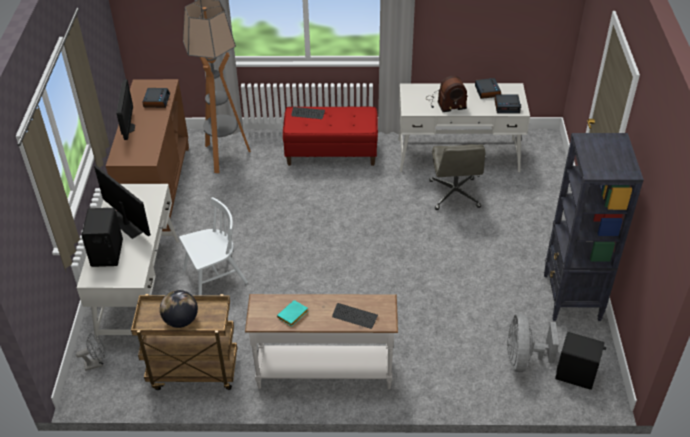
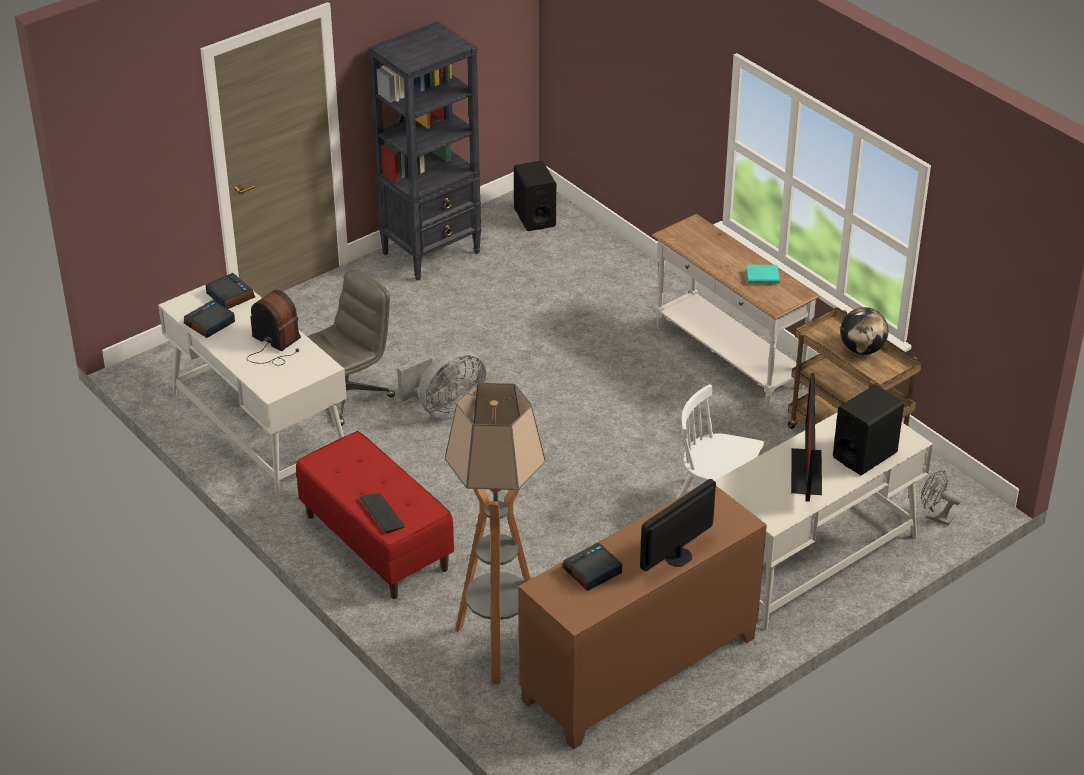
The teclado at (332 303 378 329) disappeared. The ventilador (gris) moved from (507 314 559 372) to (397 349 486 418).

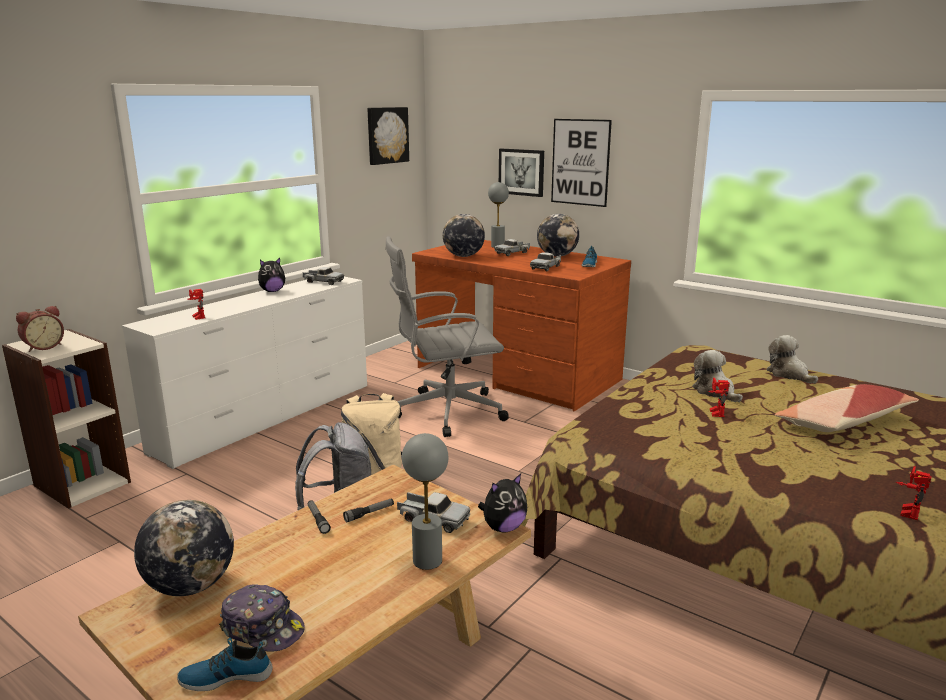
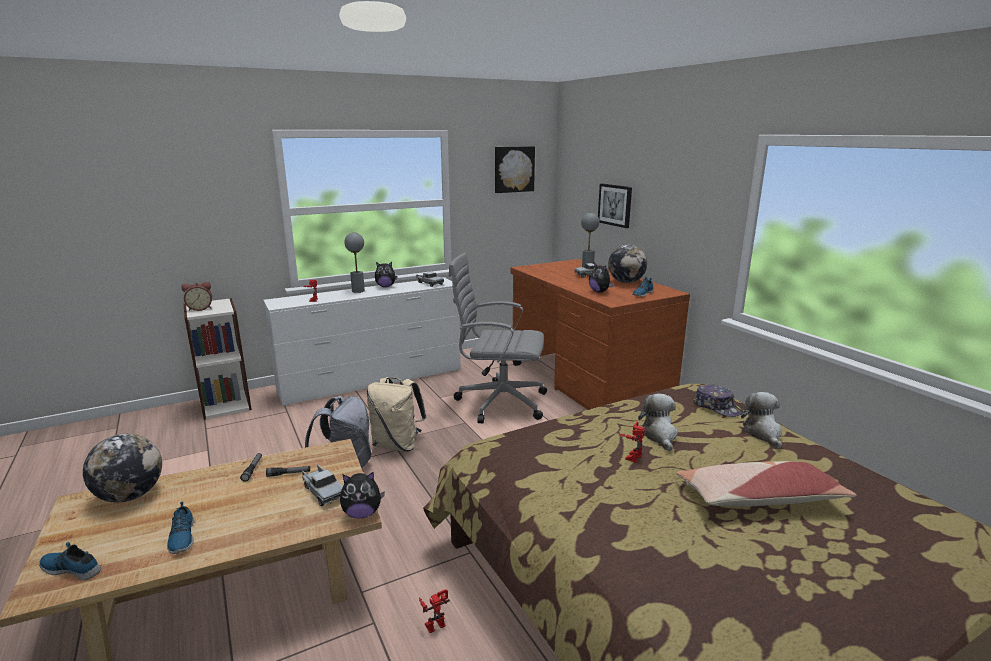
The gorra moved from (219 584 305 651) to (693 384 743 417). The lámpara de mesa (gris) moved from (402 433 449 570) to (344 233 365 293). The globo terráqueo at (443 214 485 257) disappeared. The camión de juguete at (530 252 561 271) was replaced by the peluche at (589 262 614 293). The cuadro at (551 119 612 207) disappeared. The robot de juguete moved from (896 466 932 520) to (419 589 450 633). The zapato at (167 501 195 554) appeared.

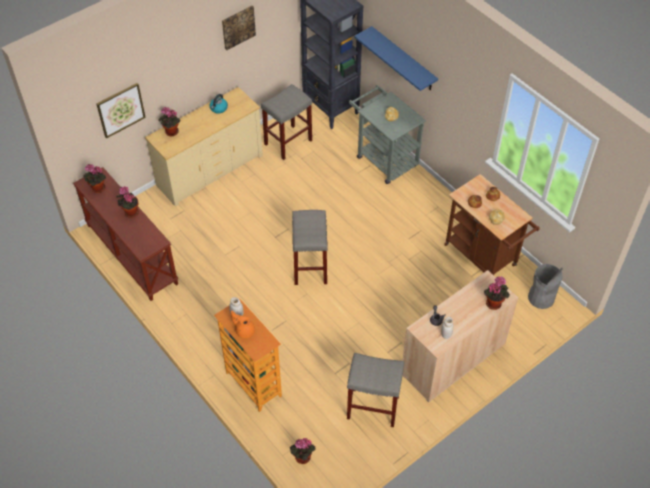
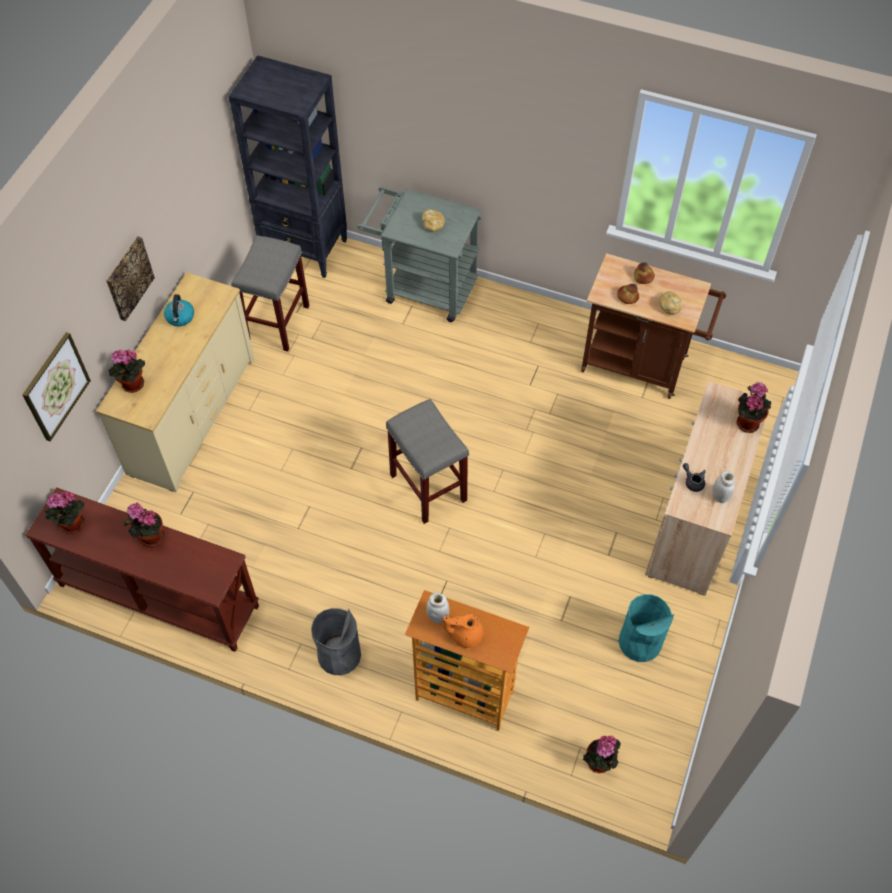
The cuadro moved from (222 5 256 50) to (106 236 155 321). The taburete (gris) at (347 353 404 427) was replaced by the papelera (turquesa) at (619 594 674 662). The estante (azul) at (354 26 438 91) disappeared. The papelera (gris) moved from (528 264 563 309) to (311 608 361 675).

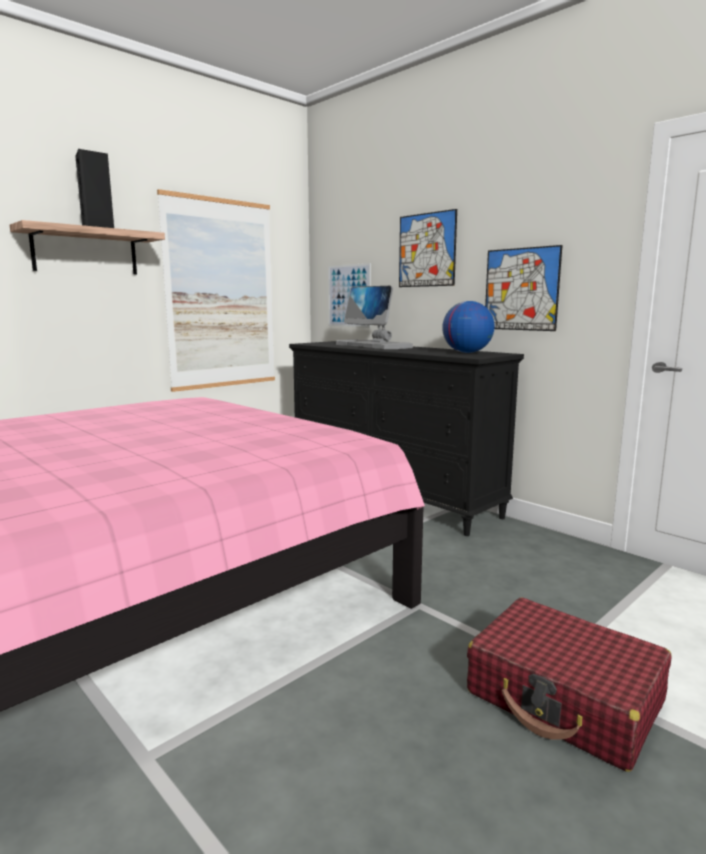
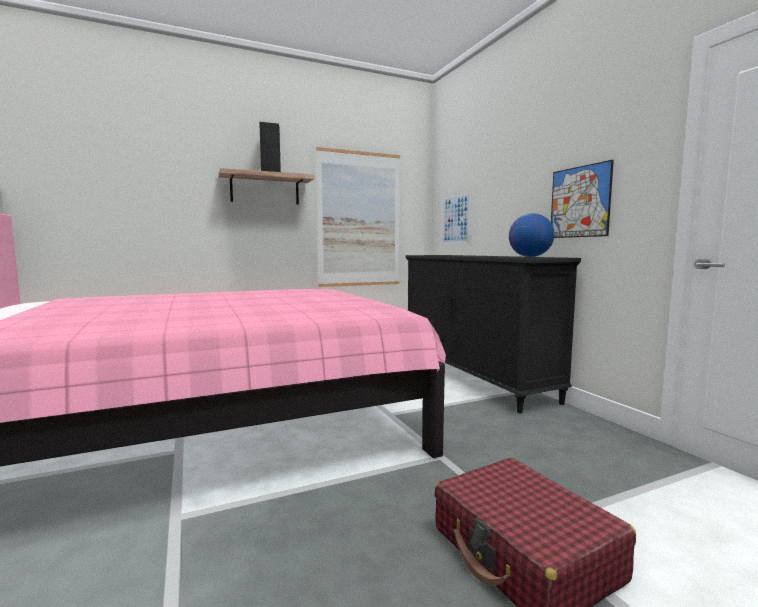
The monitor at (336 286 413 349) disappeared. The cuadro at (399 209 457 287) disappeared.

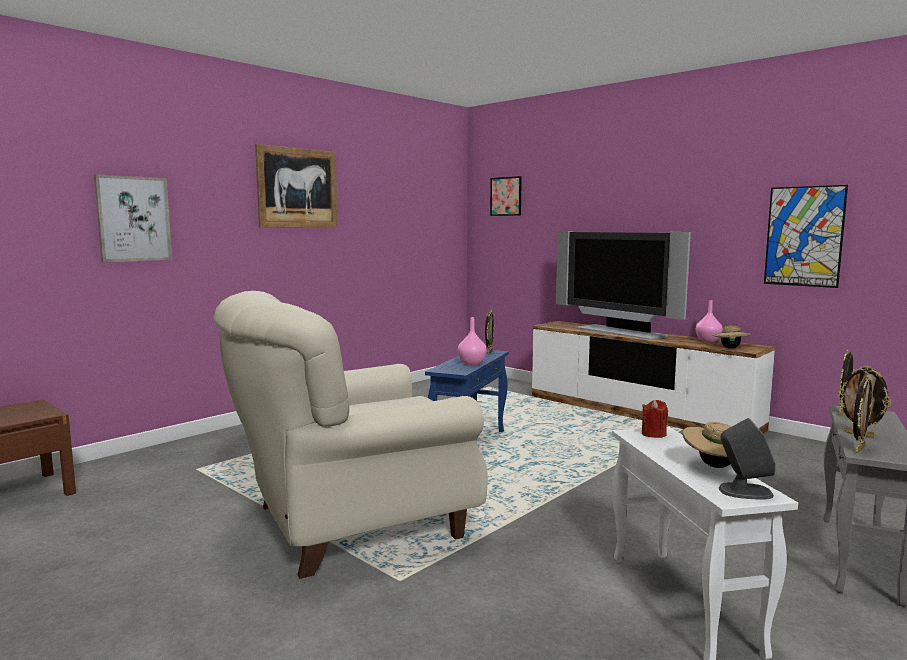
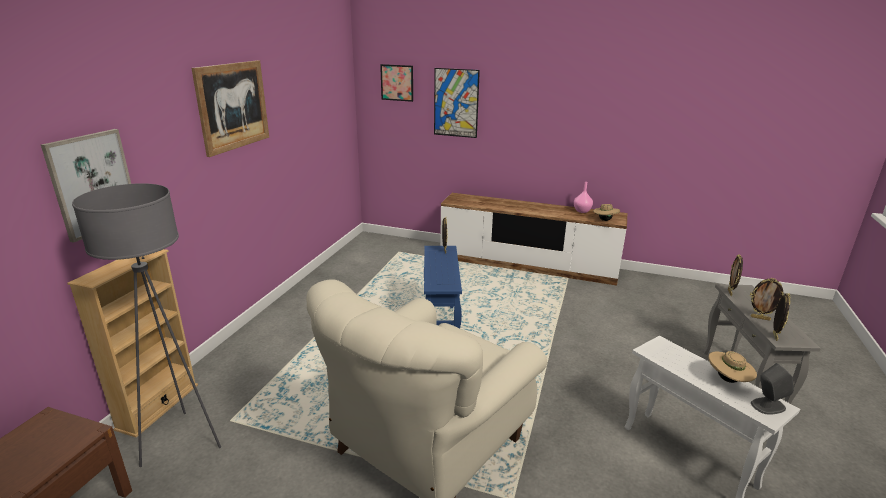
The florero (rosa) at (458 317 487 365) disappeared. The televisor at (556 231 691 340) disappeared. The vela (rojo) at (642 400 668 438) disappeared. The cuadro moved from (764 185 848 288) to (434 68 480 138). The estantería (beis) at (67 249 198 437) appeared. The lámpara de pie (gris) at (72 183 221 467) appeared.

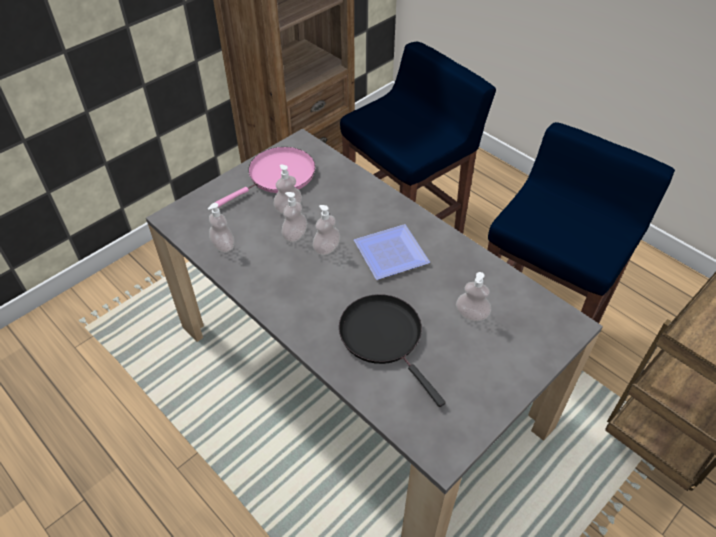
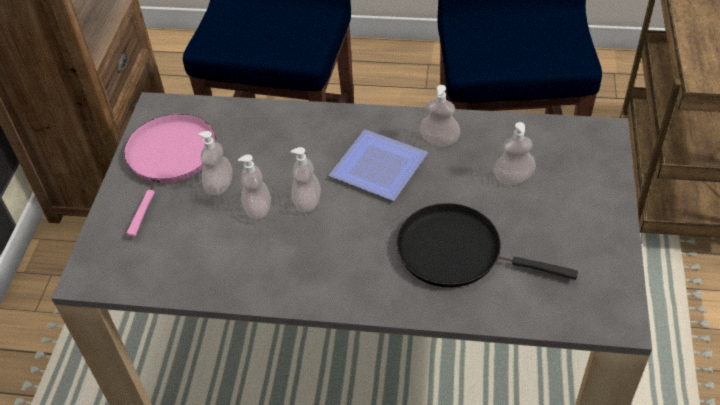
The dispensador de jabón moved from (208 203 235 253) to (420 85 460 147).

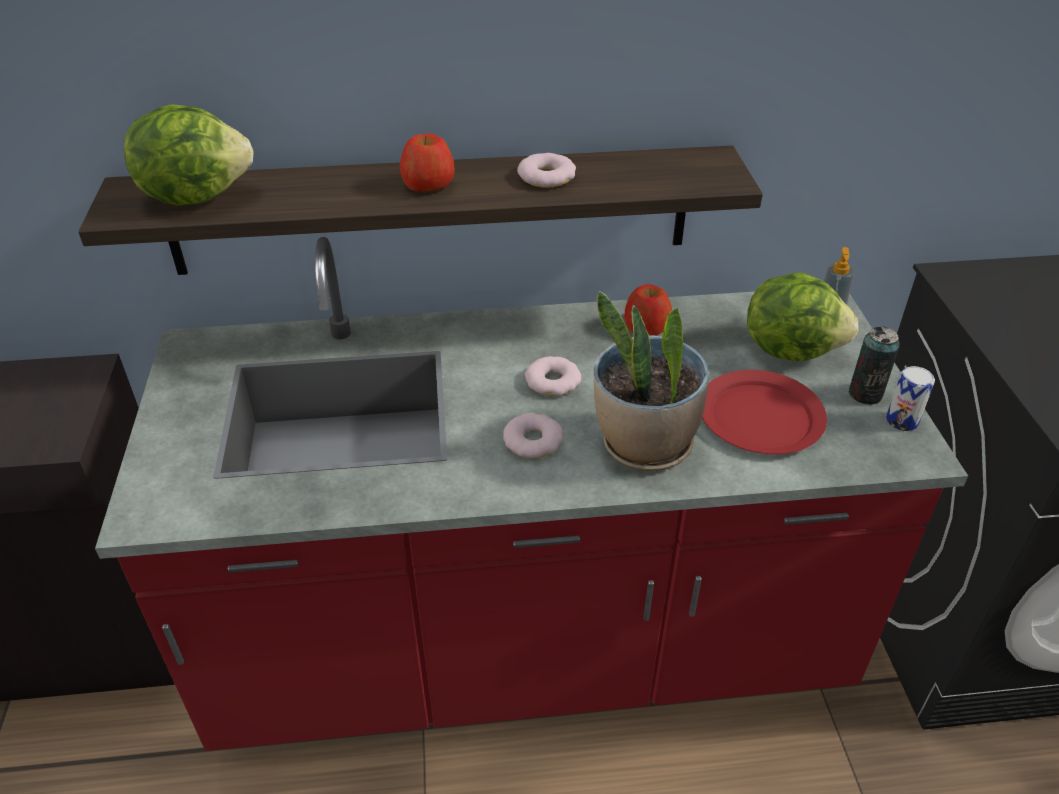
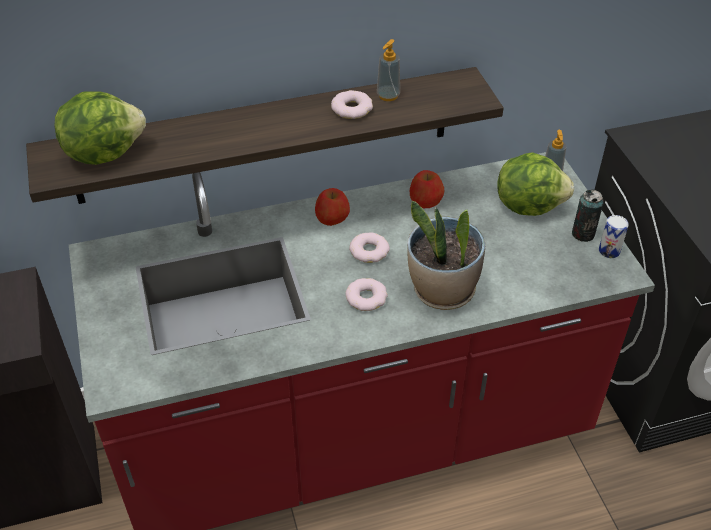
The manzana moved from (400 134 455 192) to (315 188 350 226). The plato (rojo) at (702 370 827 454) disappeared. The dispensador de jabón at (377 39 400 101) appeared.

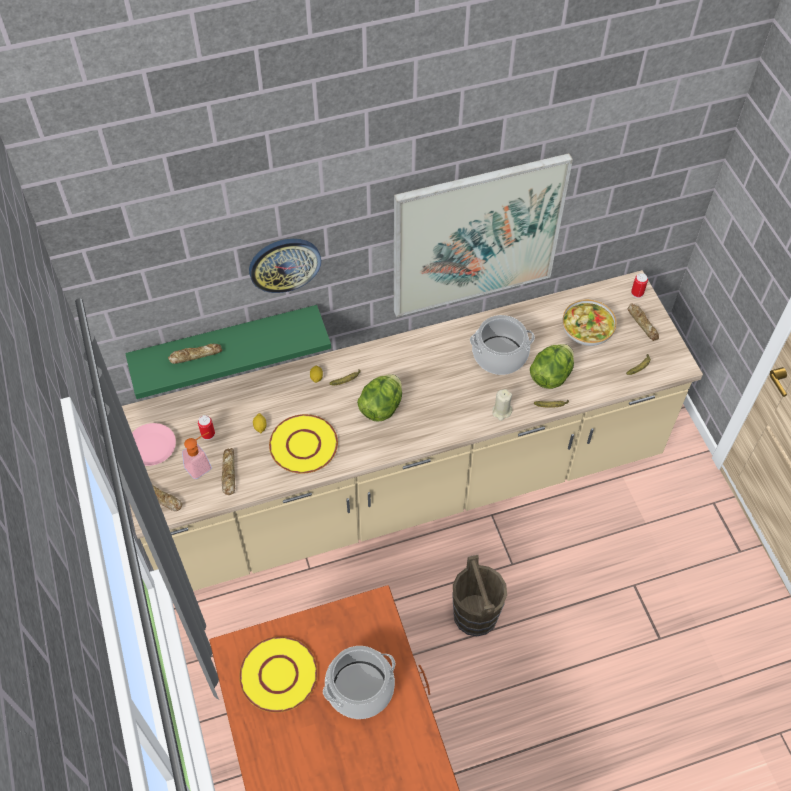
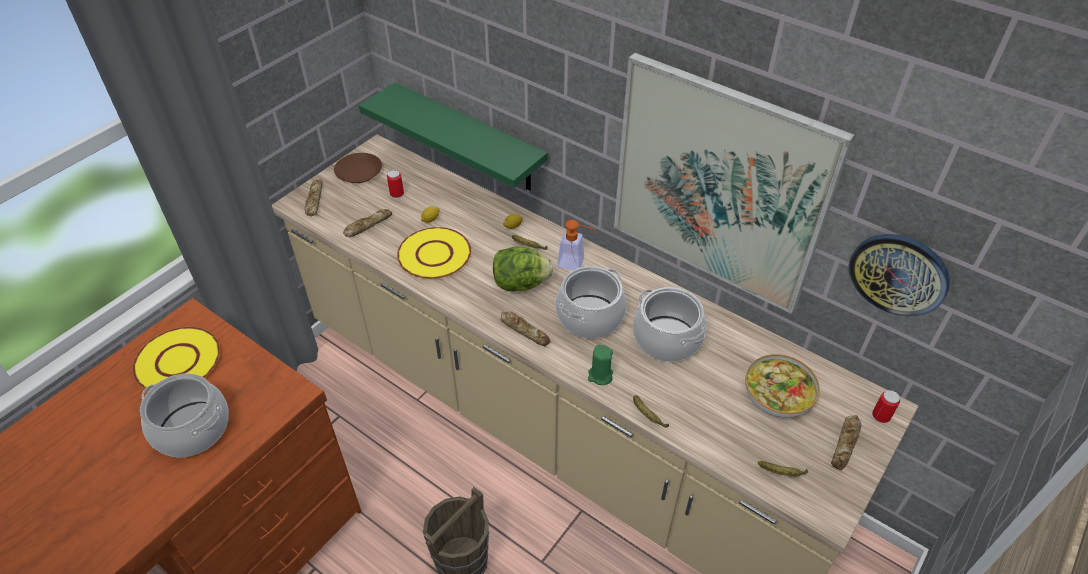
The plato (rosa) at (132 423 176 466) became the plato (marrón) at (334 153 382 183). The pan moved from (168 344 222 364) to (500 311 551 346). The dispensador de jabón moved from (182 432 212 479) to (557 220 595 270). The reloj de pared moved from (249 239 321 293) to (849 234 950 316). The vela (beis) at (492 389 512 421) became the vela (verde) at (588 345 613 385). The lechuga at (530 344 574 389) disappeared. The olla at (555 266 626 338) appeared.

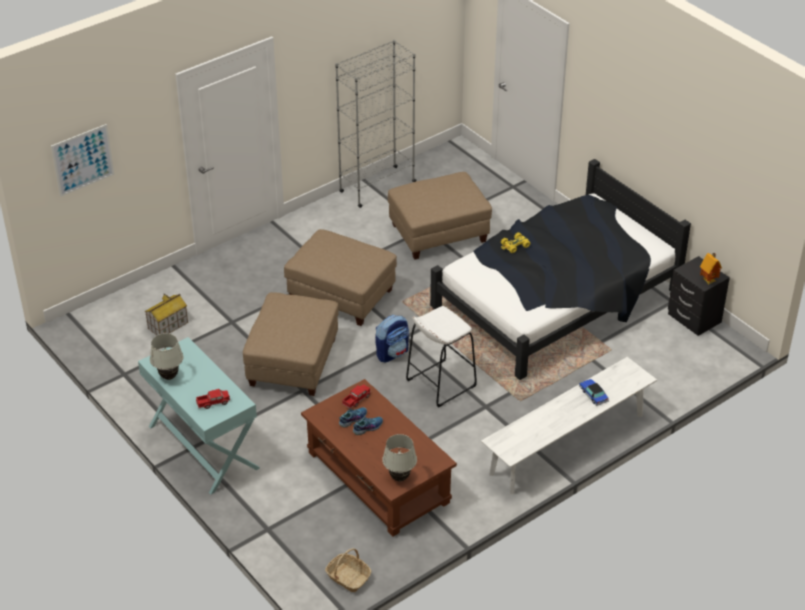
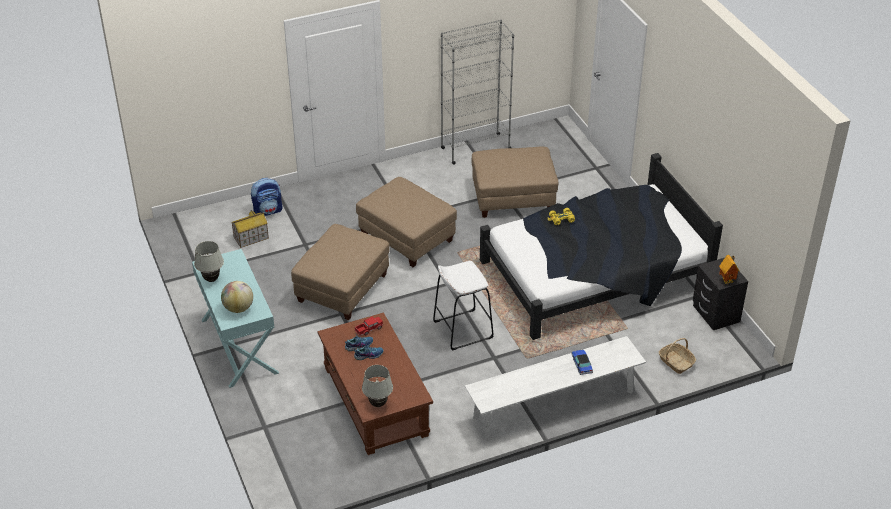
The cuadro at (51 124 114 197) disappeared. The camión de juguete at (196 389 230 409) was replaced by the globo terráqueo at (221 281 253 313). The cesta moved from (325 548 371 592) to (659 338 696 374). The mochila moved from (375 315 409 363) to (251 178 282 216).

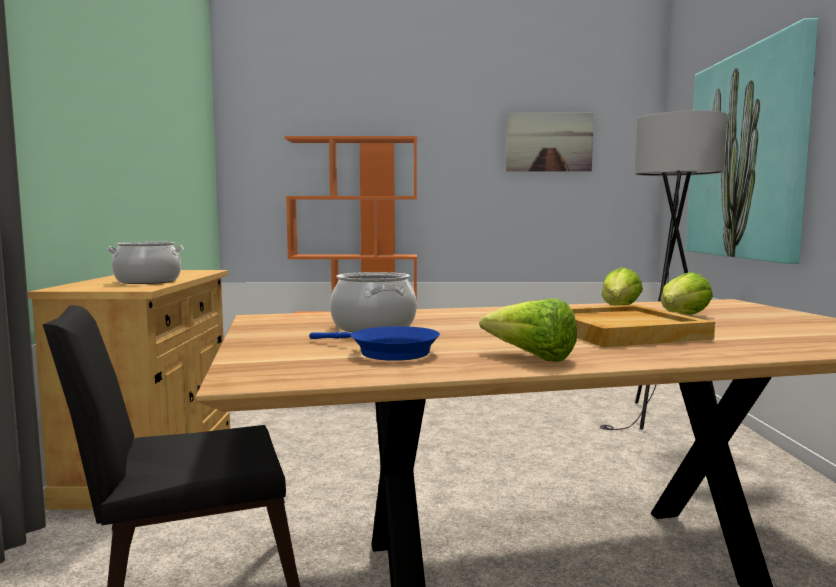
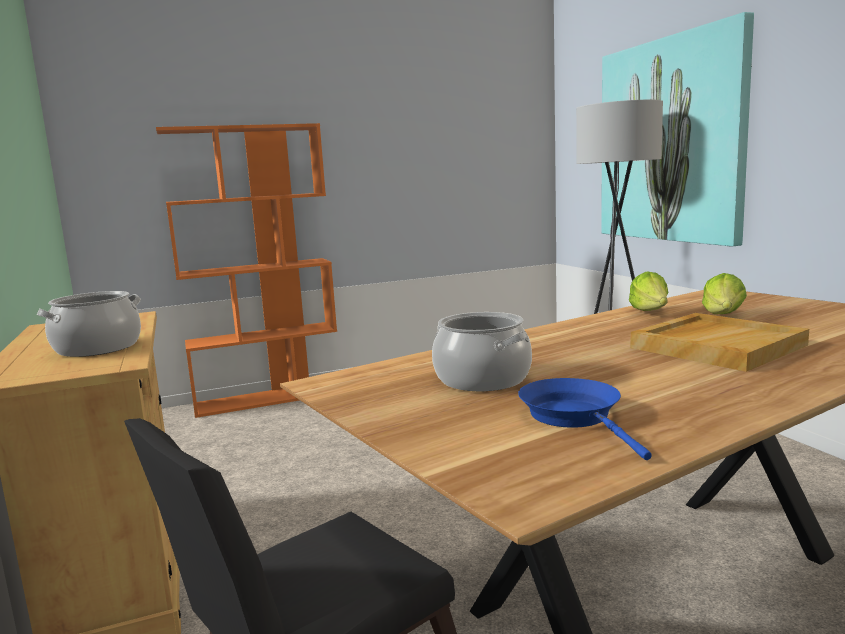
The sartén (azul) at (309 326 440 361) turned 120 degrees counterclockwise. The lechuga at (479 298 577 362) disappeared. The cuadro at (506 113 594 171) disappeared.

